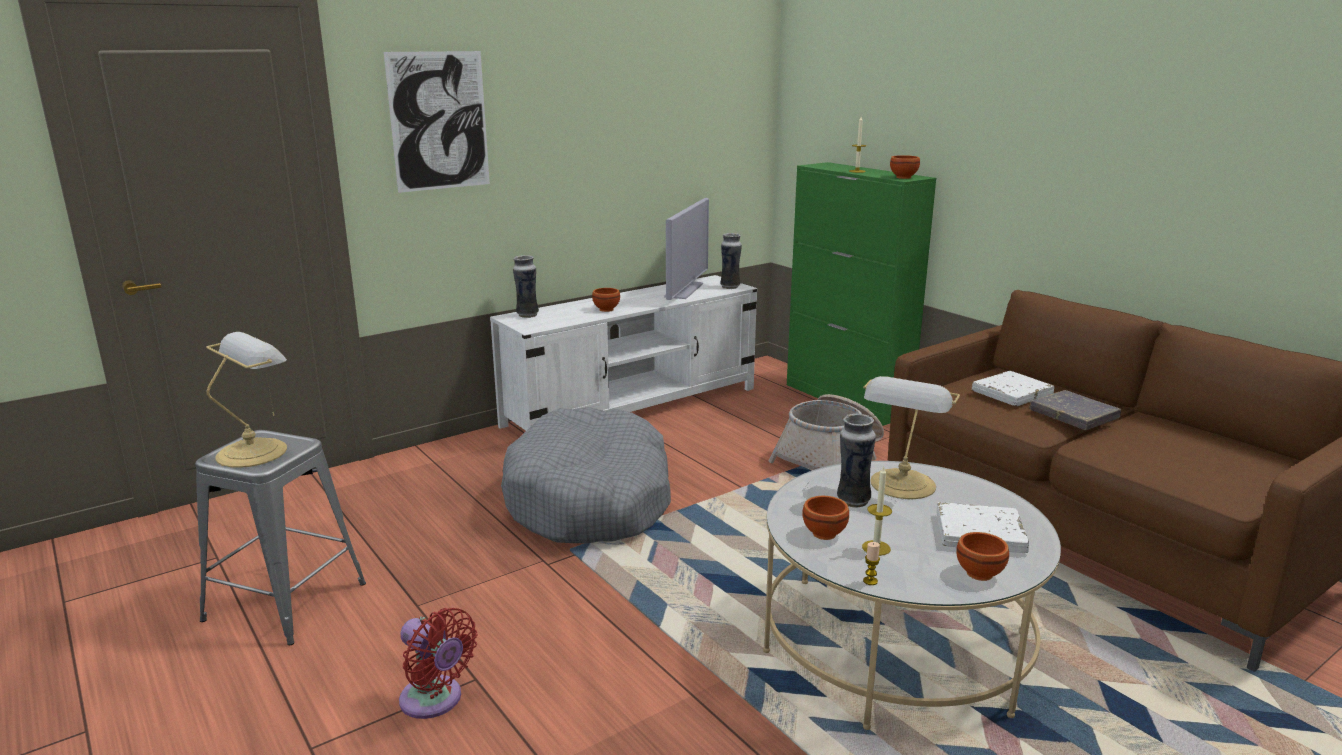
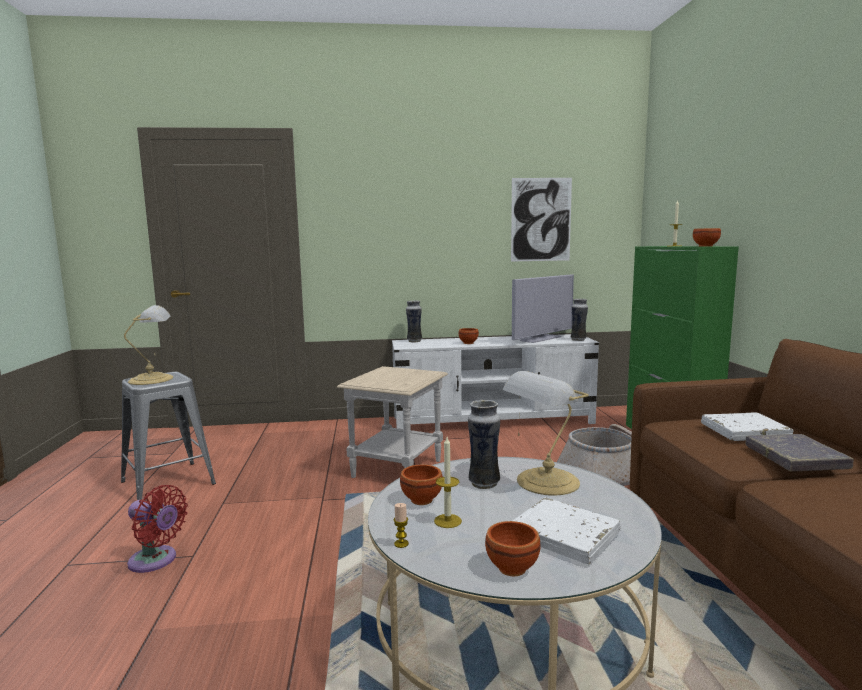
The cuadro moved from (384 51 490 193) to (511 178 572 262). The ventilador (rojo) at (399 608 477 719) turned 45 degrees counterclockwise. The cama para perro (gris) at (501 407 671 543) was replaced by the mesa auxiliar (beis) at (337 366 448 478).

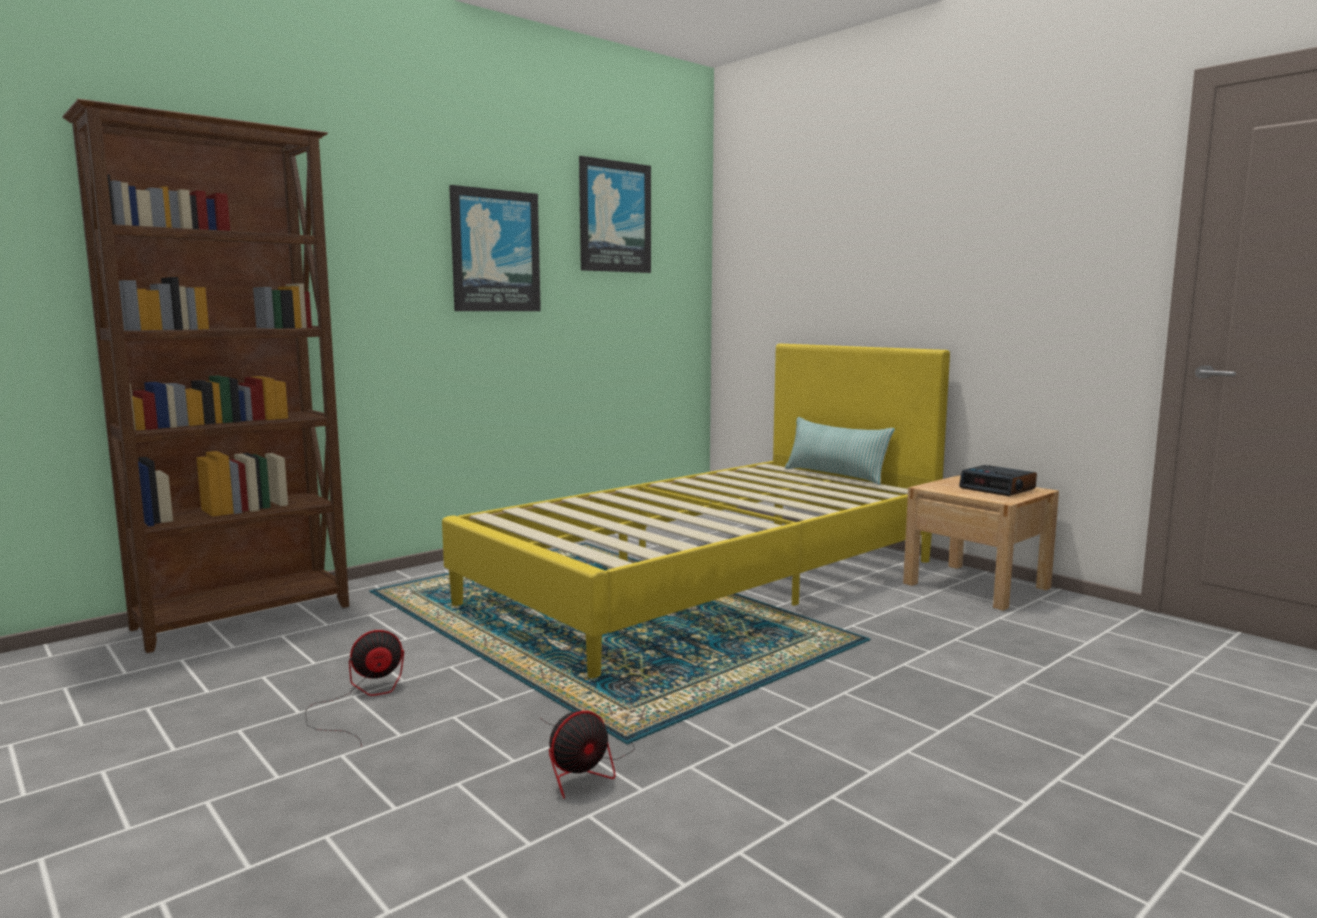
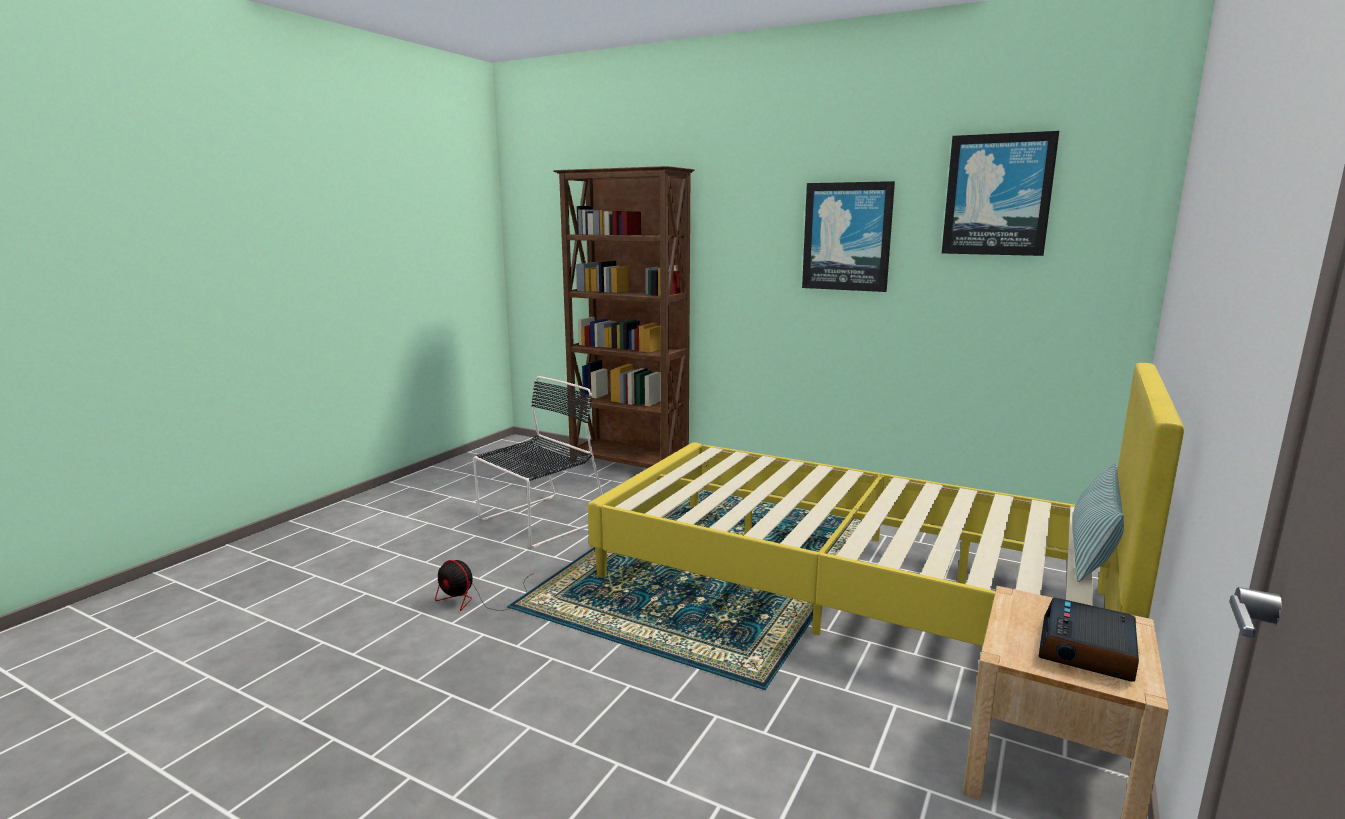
The ventilador at (305 630 404 746) was replaced by the silla (negro) at (473 376 603 548).

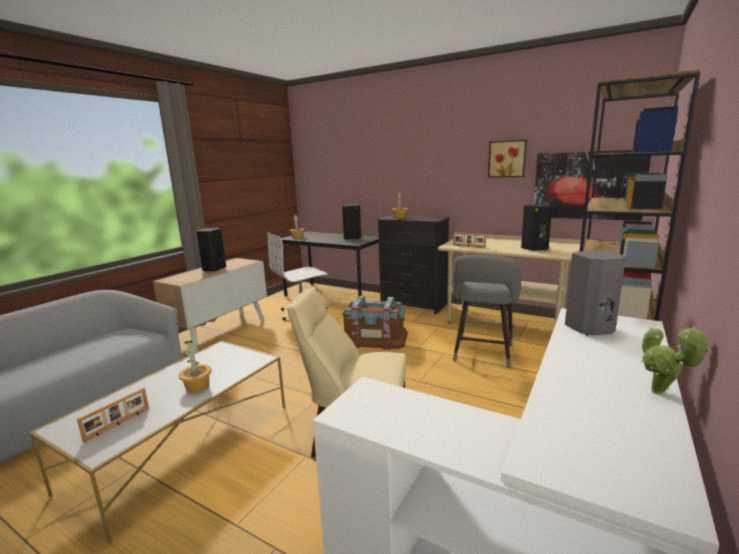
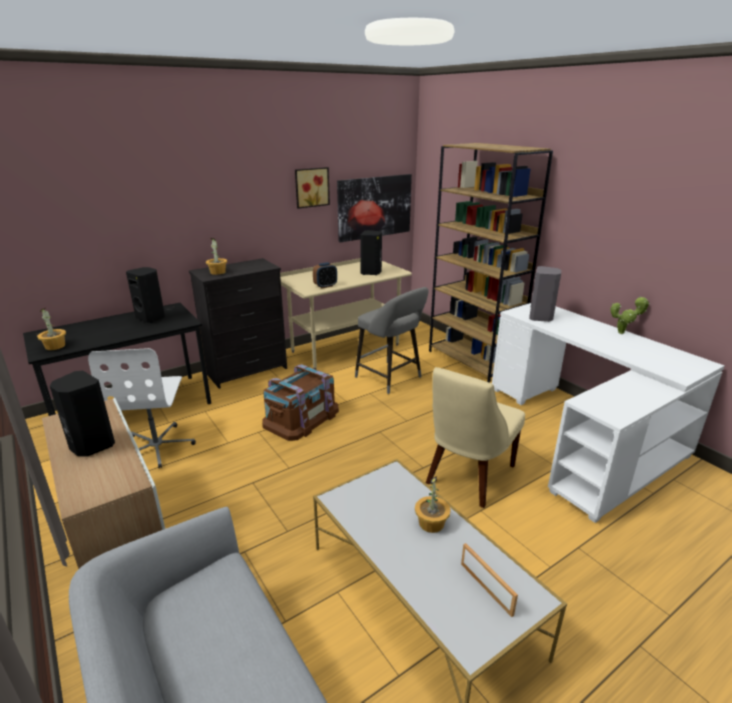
The portarretratos at (453 233 486 248) was replaced by the despertador at (313 262 337 288).

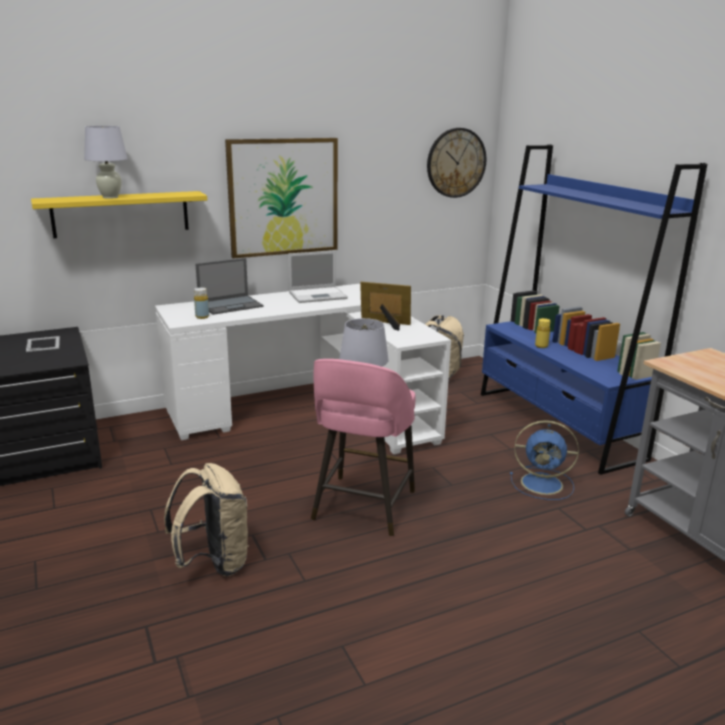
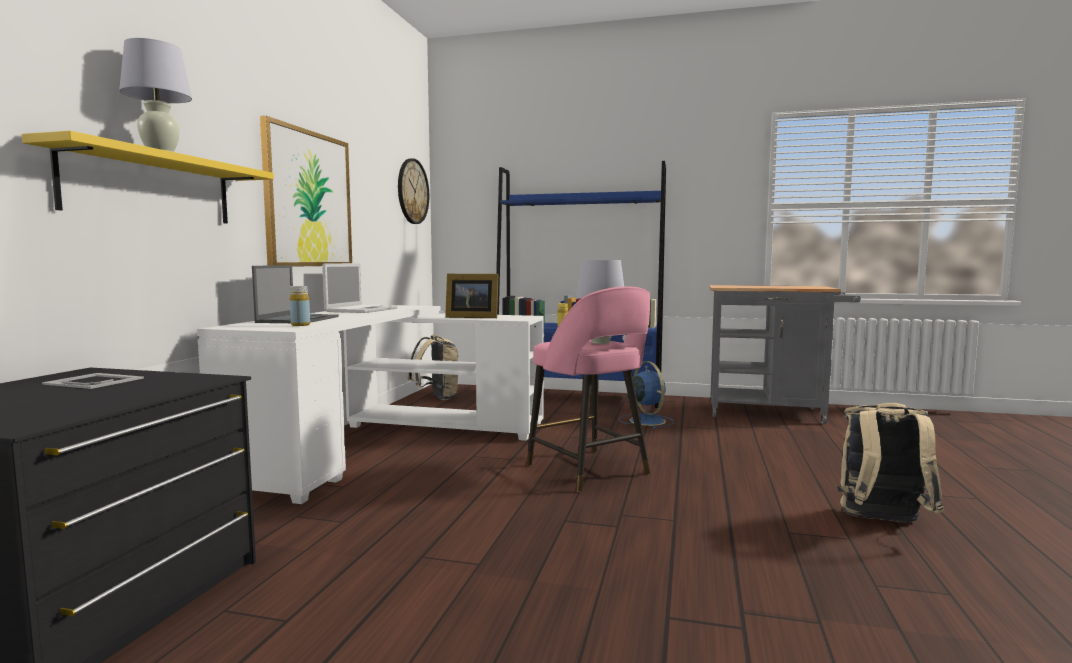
The mochila (beis) moved from (164 463 249 576) to (837 403 944 522). The portarretratos at (360 282 411 331) turned 135 degrees counterclockwise. The ventilador (azul) at (510 420 579 500) turned 75 degrees counterclockwise.

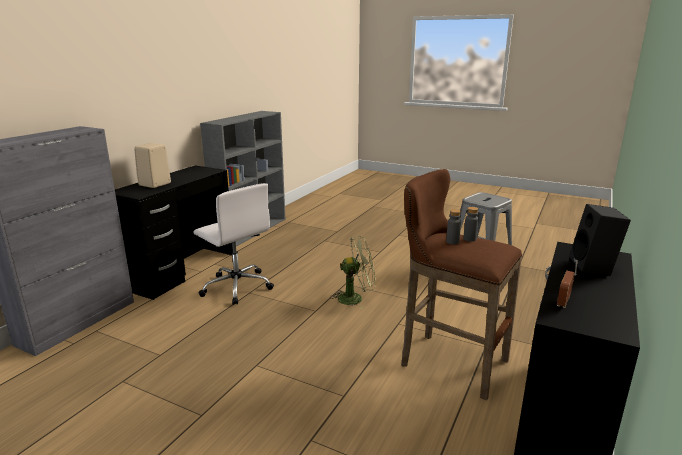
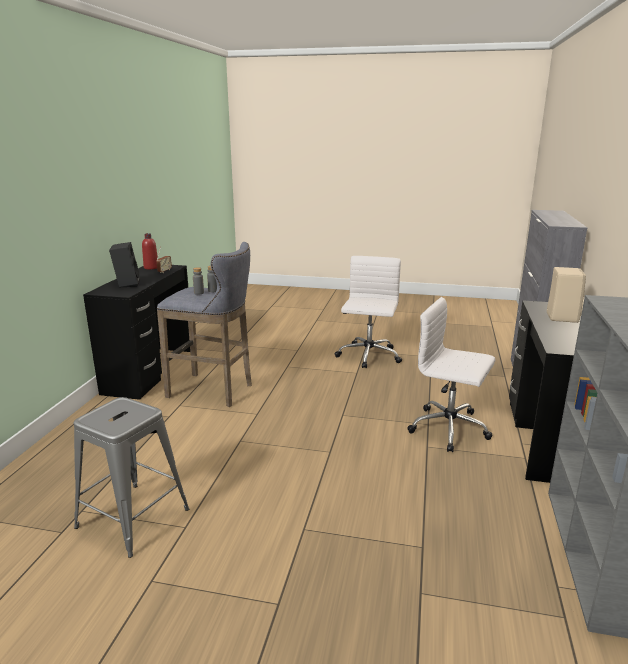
The ventilador (verde) at (332 236 375 309) disappeared. The taburete (marrón) at (401 169 522 400) became the taburete (gris) at (157 242 252 407). The botella (rojo) at (142 233 158 269) appeared. The silla de oficina (blanco) at (334 256 402 368) appeared.

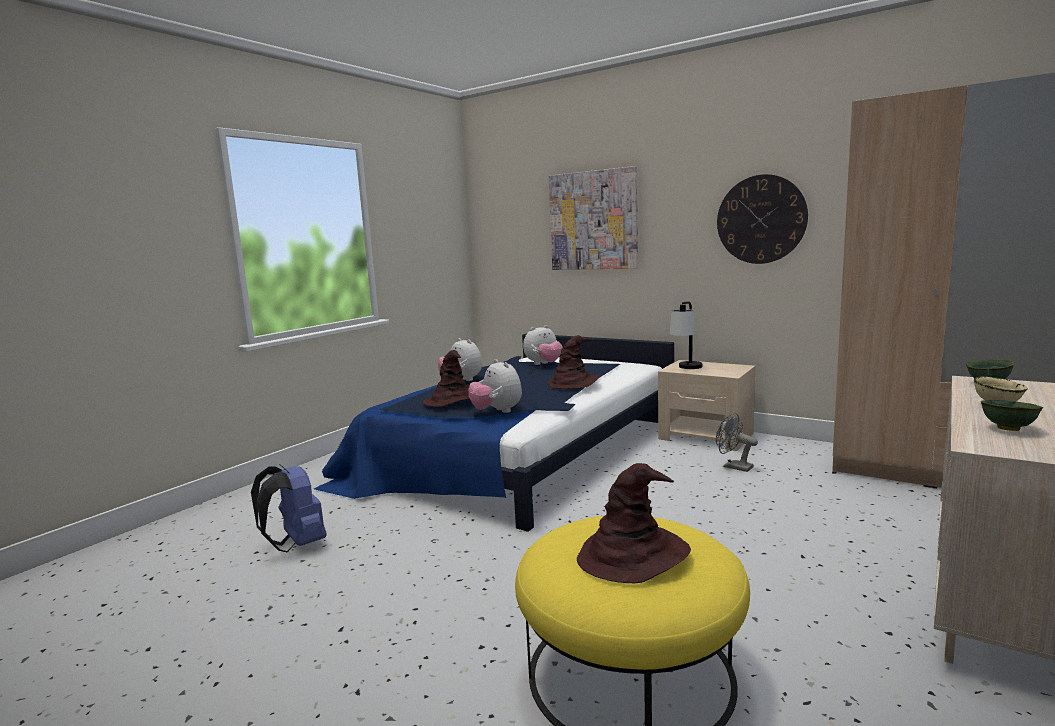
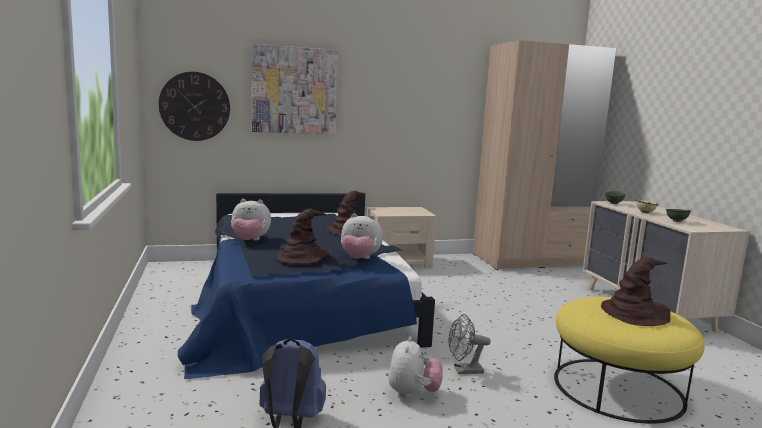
The peluche moved from (523 325 563 365) to (388 337 443 398). The lámpara de mesa at (670 301 702 369) disappeared. The ventilador (gris) moved from (716 413 758 472) to (448 314 491 374). The reloj de pared moved from (717 174 808 264) to (159 72 230 141).

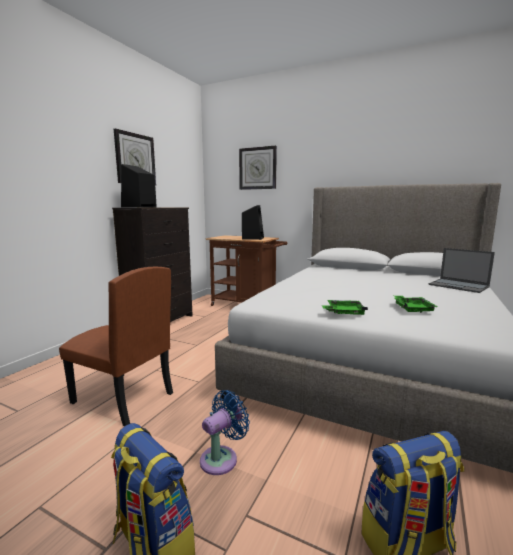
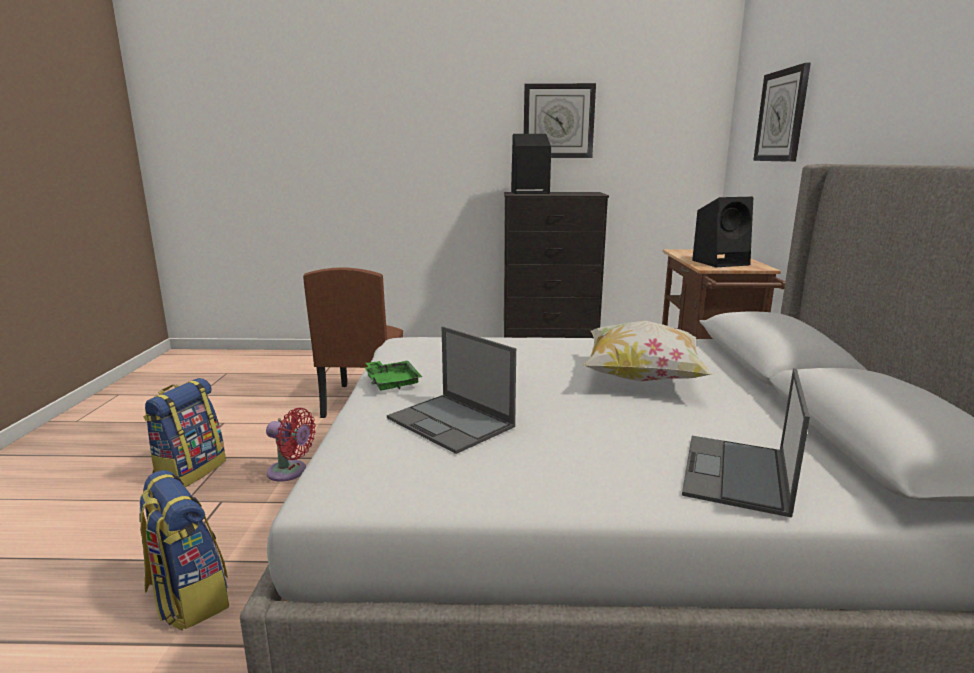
The ventilador (azul) at (200 390 250 475) became the ventilador (rojo) at (266 408 316 481). The bandeja (verde) at (394 296 437 313) was replaced by the portátil at (387 326 516 454). The cojín at (583 321 713 381) appeared.

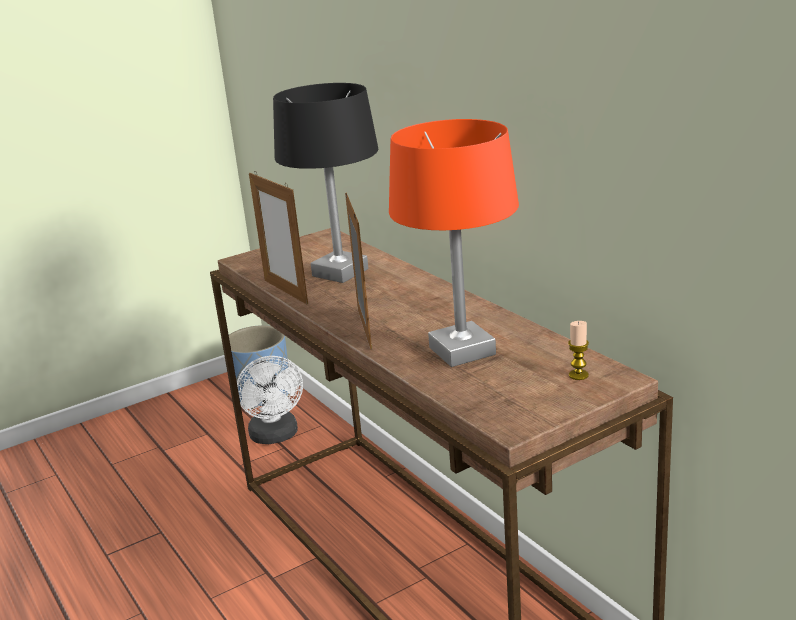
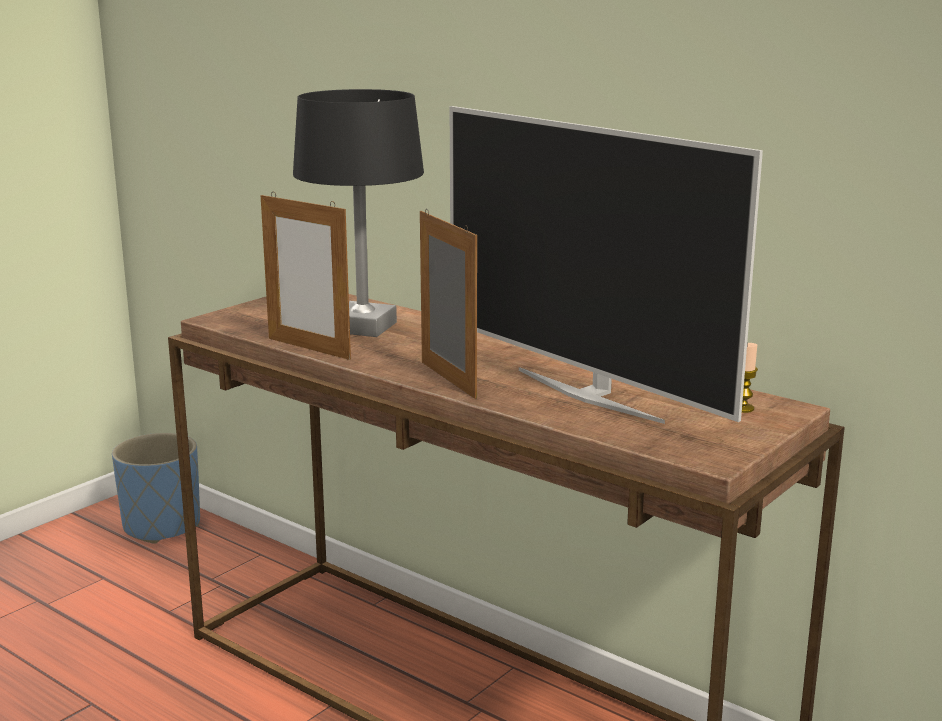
The ventilador (blanco) at (237 356 303 444) disappeared. The lámpara de mesa (naranja) at (389 119 519 367) was replaced by the televisor at (450 106 763 424).

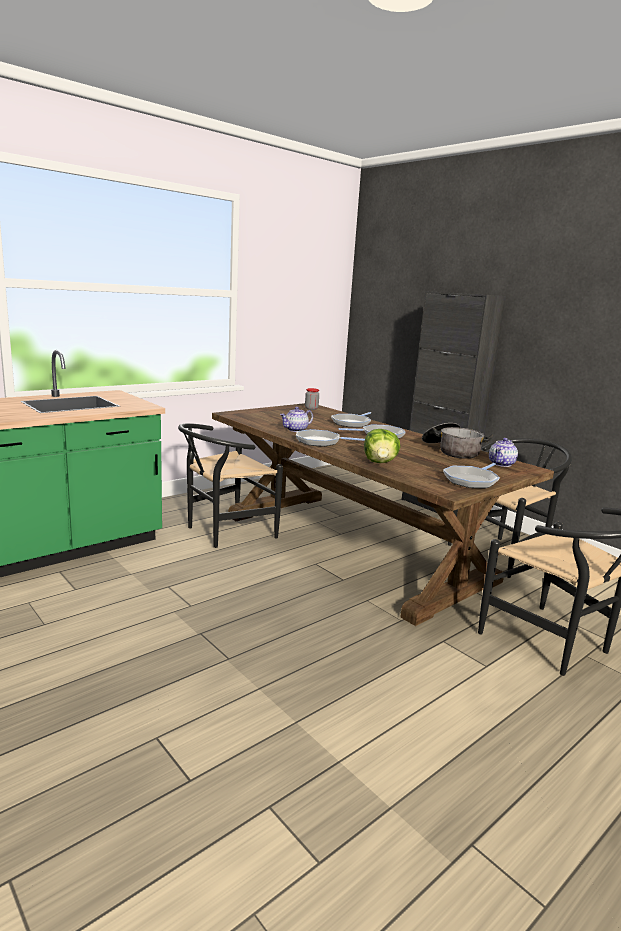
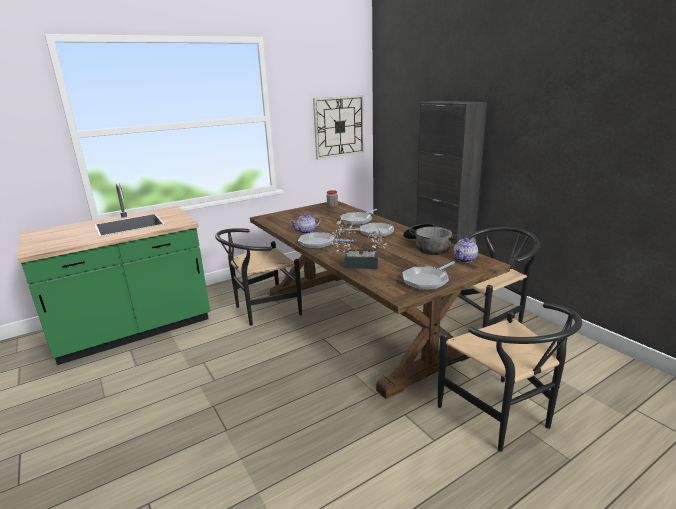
The lechuga at (364 429 401 463) was replaced by the planta en maceta at (331 219 387 269). The reloj de pared at (313 95 365 160) appeared.

